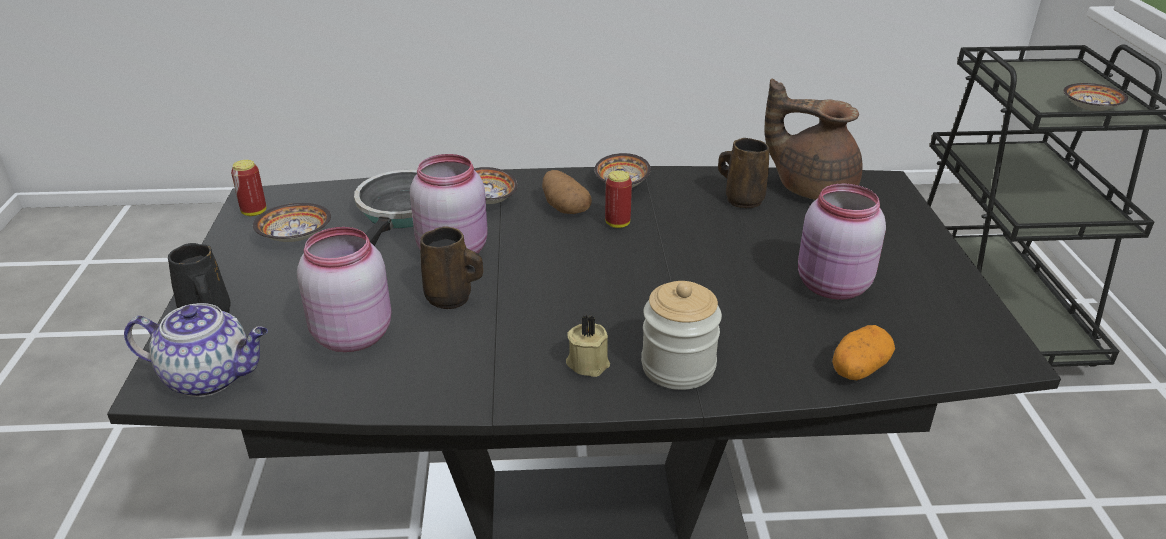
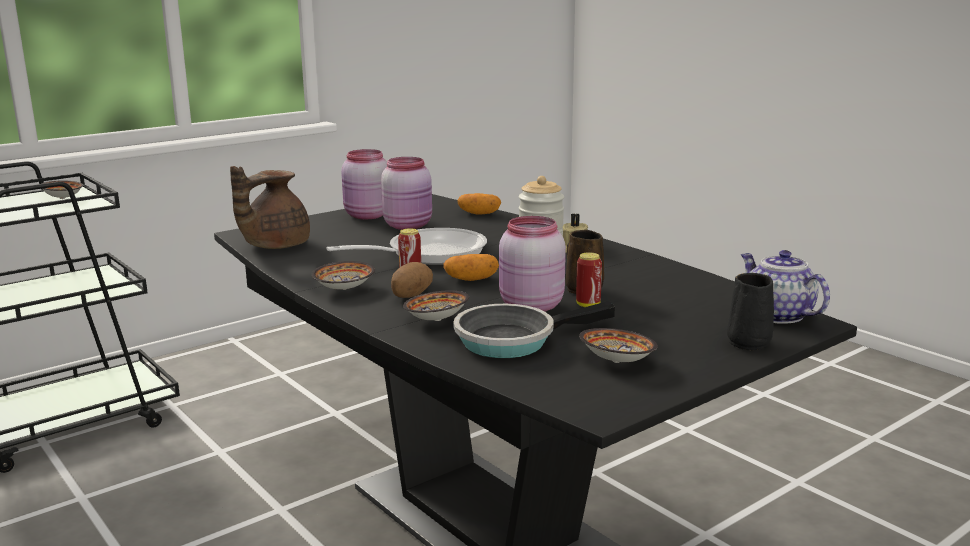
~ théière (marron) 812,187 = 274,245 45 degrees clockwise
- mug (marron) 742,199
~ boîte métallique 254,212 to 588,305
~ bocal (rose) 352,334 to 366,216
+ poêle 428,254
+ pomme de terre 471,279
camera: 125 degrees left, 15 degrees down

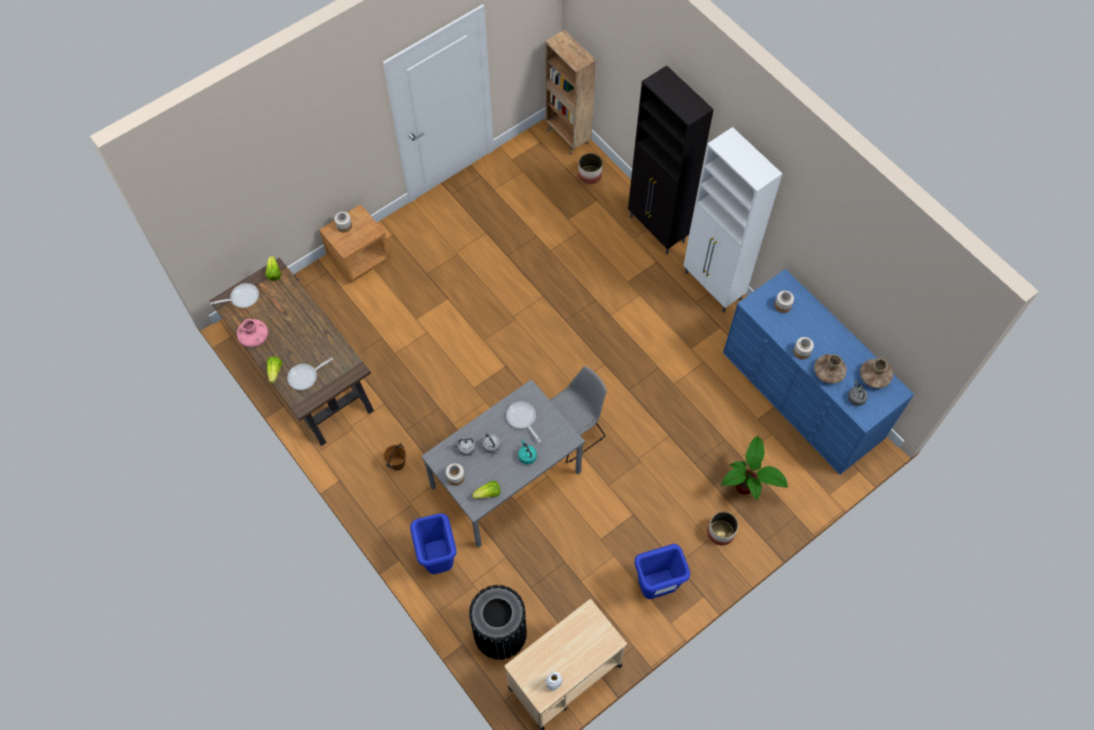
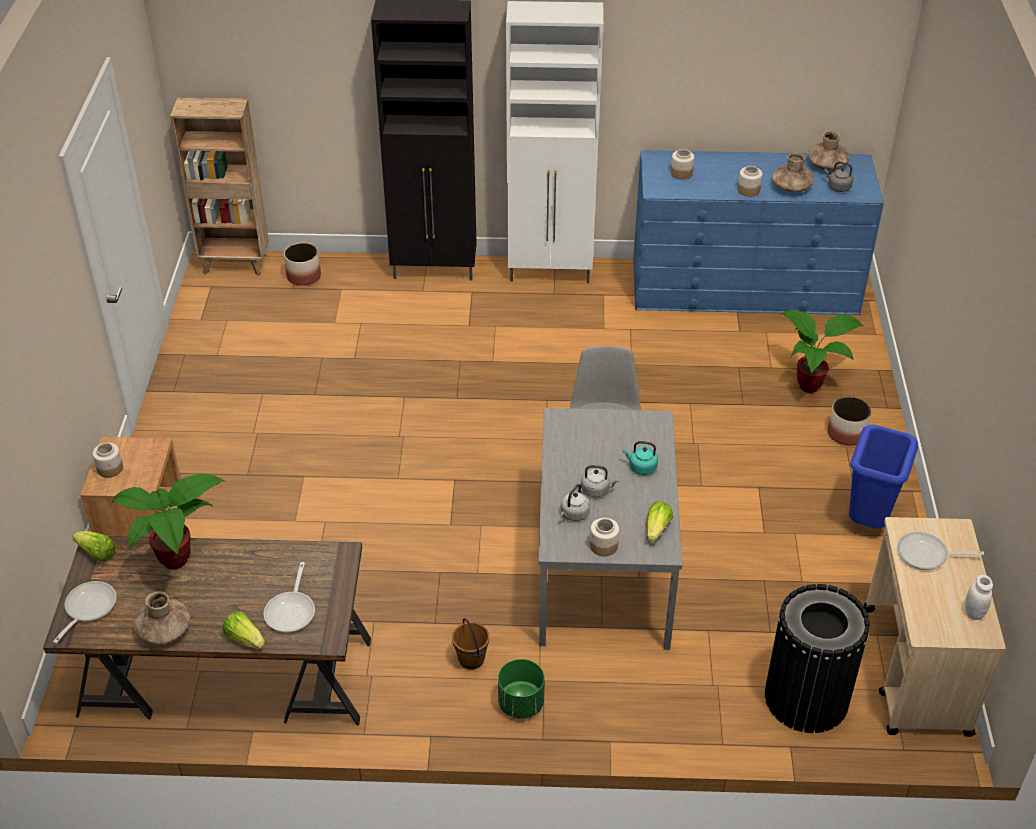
~ vase (rose) 254,337 to vase (marron) 164,630
~ poêle 522,419 to 927,555
- poubelle (bleu) 438,559
+ plante en pot 177,563
+ cache-pot (vert) 521,704
camera: 50 degrees left, 20 degrees down

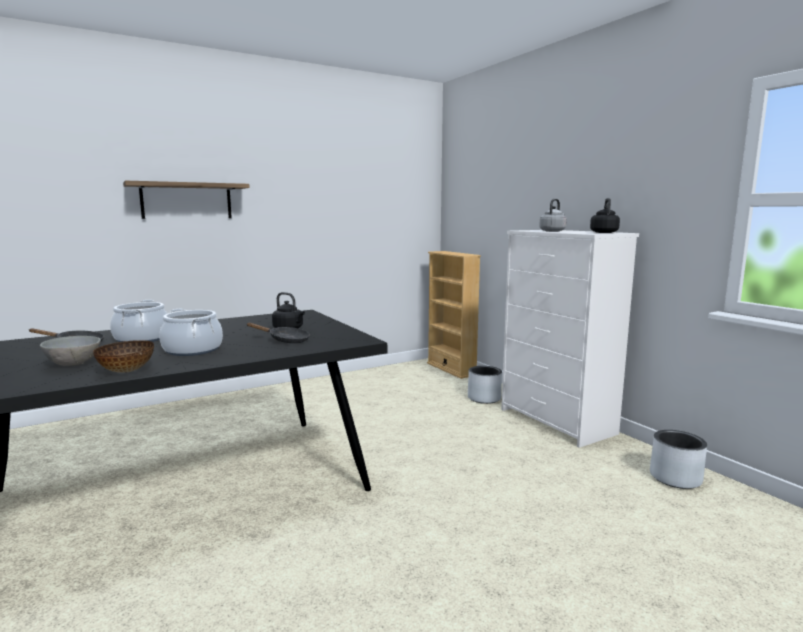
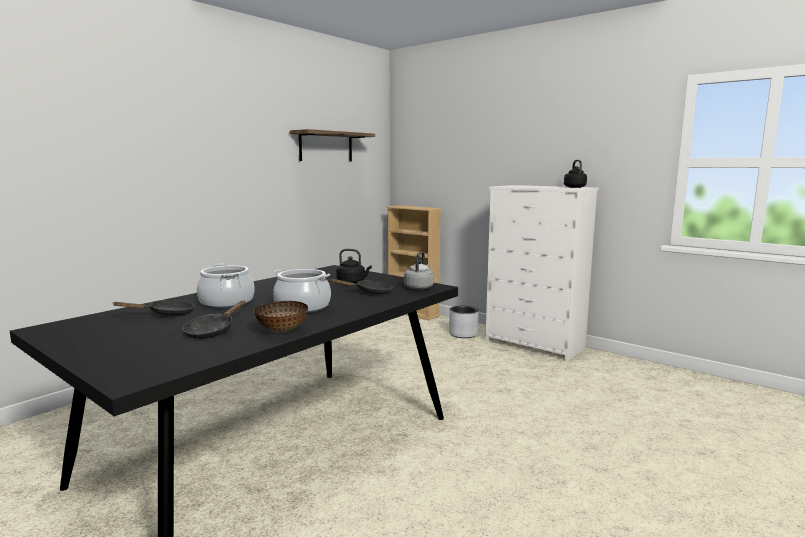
~ étagère 187,201 to 326,146
~ bouilloire (gris) 553,231 to 419,287
~ bol (gris) 74,364 to poêle (noir) 212,331
- cache-pot (gris) 675,478
camera: 20 degrees left, 0 degrees up

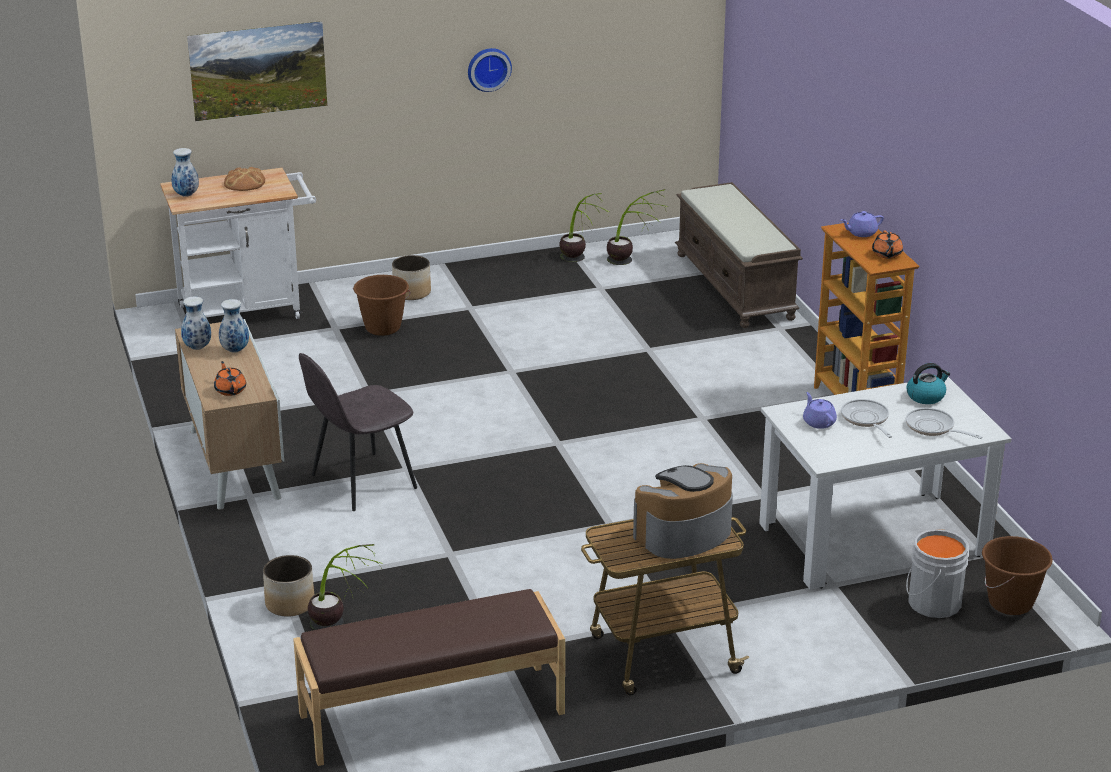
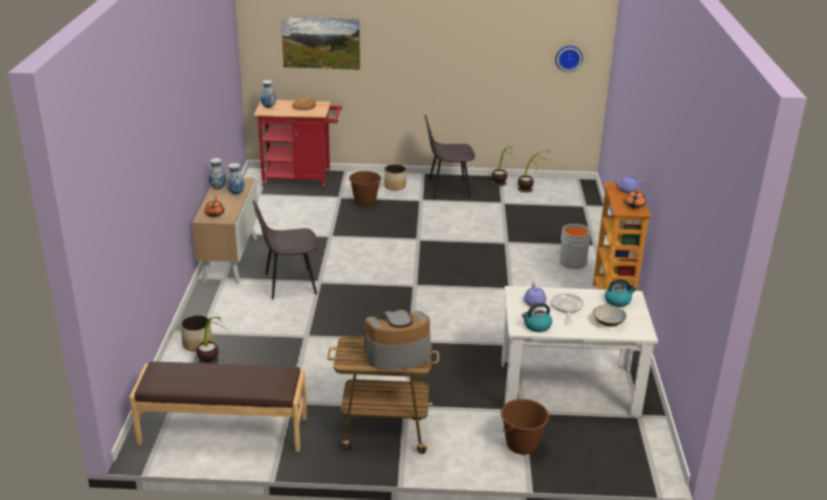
~ horloge murale 488,68 to 568,58
~ chariot (blanc) 247,310 to chariot (rouge) 301,179
- banc (marron) 736,286
~ poêle 933,428 to bol 608,322
~ seau (gris) 931,602 to 571,262
~ seau (marron) 1011,603 to 522,445
+ chaise (gris) 447,189
+ bouilloire 537,326
camera: 20 degrees right, 0 degrees up

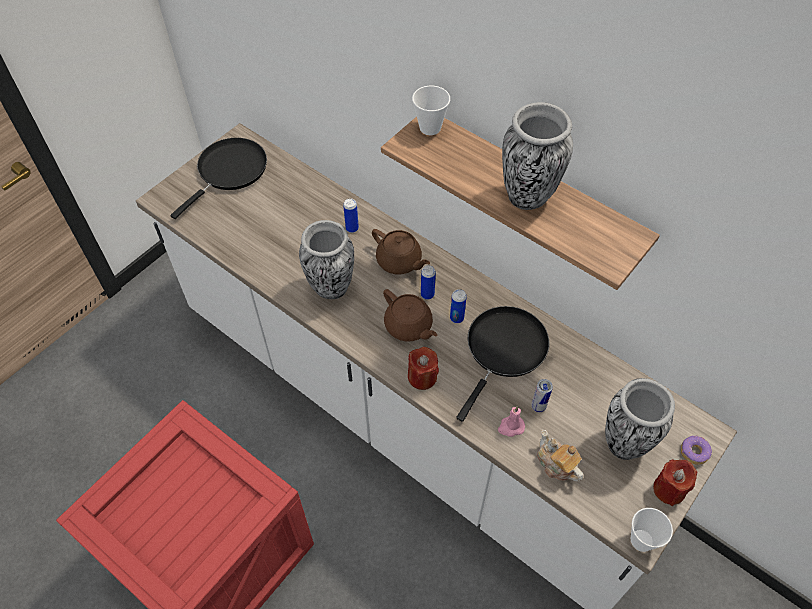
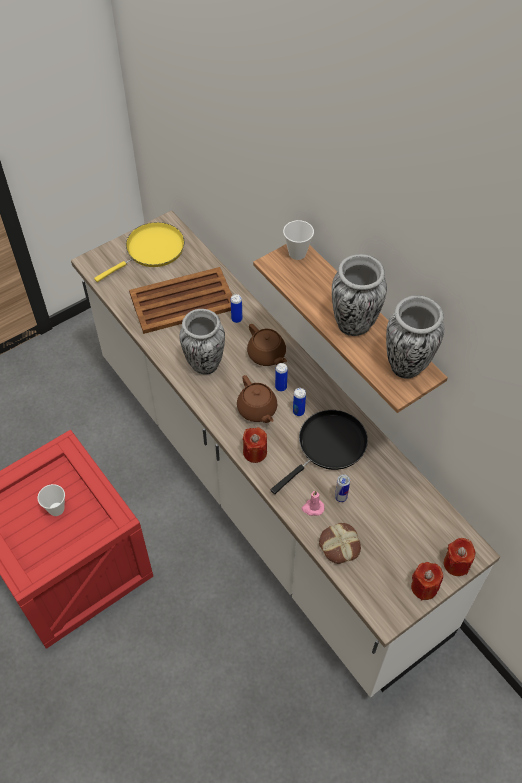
~ poêle (noir) 229,171 to poêle (jaune) 151,250
~ vase 624,443 to 406,366
~ théière 556,464 to pain 339,545
~ beignet 693,452 to bougie (rouge) 456,564
~ tasse 641,540 to 56,509
+ plateau (marron) 184,301
camera: 15 degrees right, 0 degrees up

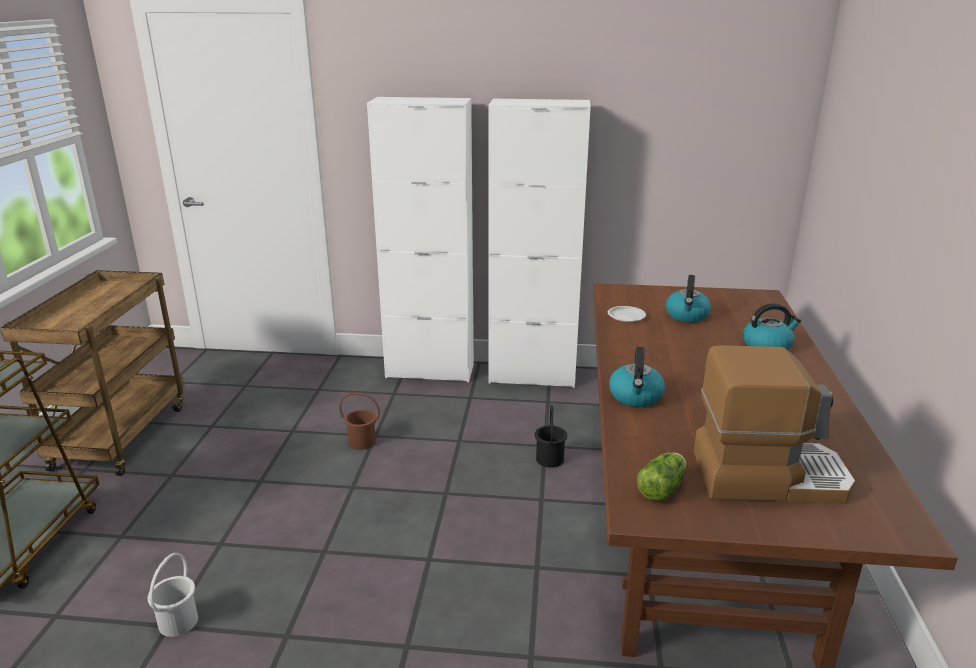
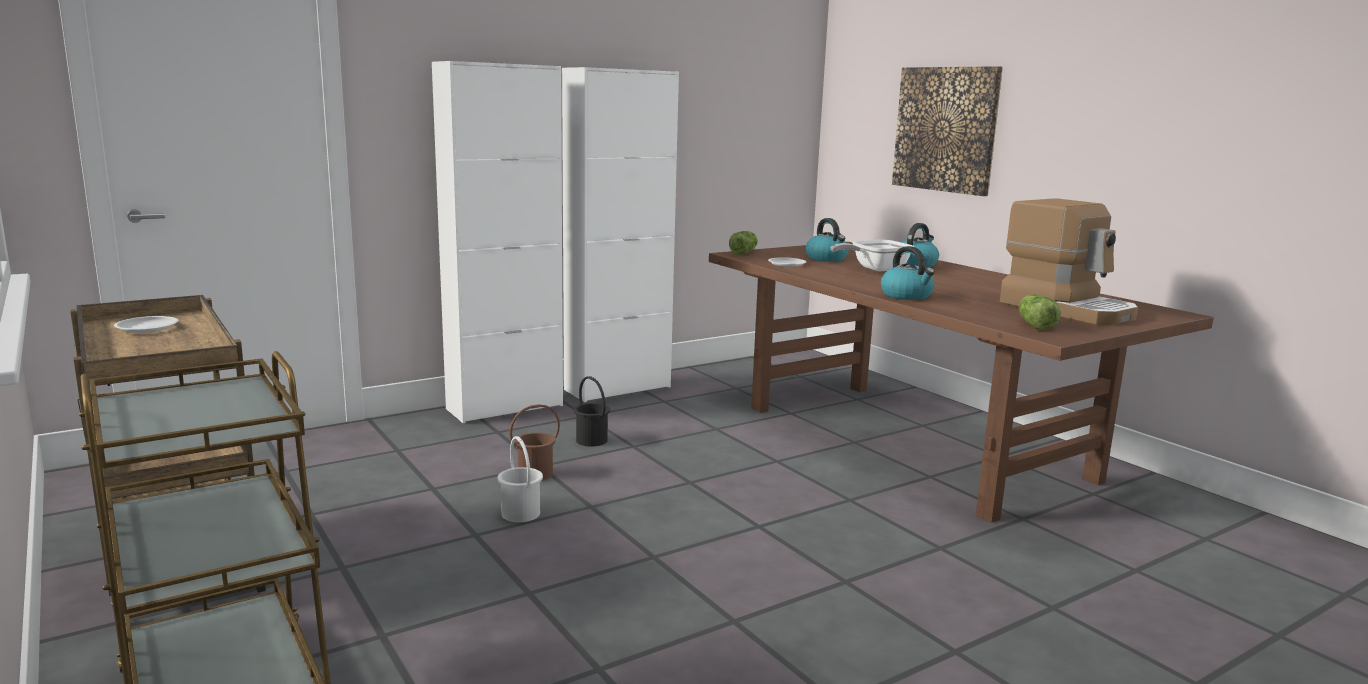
~ machine à café 768,475 = 1067,309 90 degrees clockwise
~ seau (noir) 550,459 to 592,440
~ seau (blanc) 177,622 to 520,514
+ tableau 946,129
+ laitue 744,252
+ poêle 874,269
+ assiette (blanc) 147,328
camera: 40 degrees left, 10 degrees down

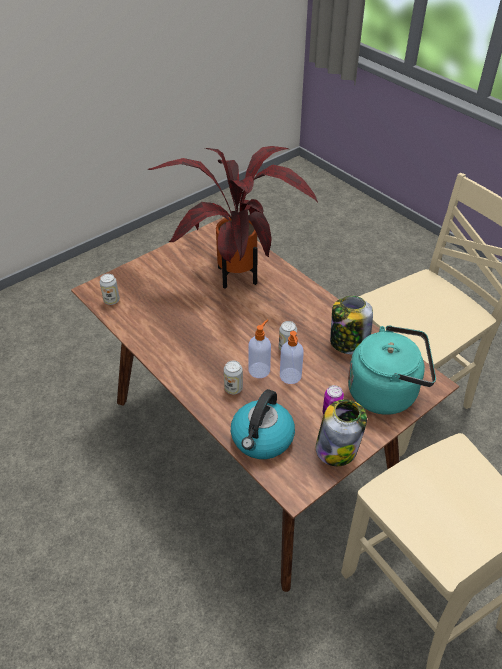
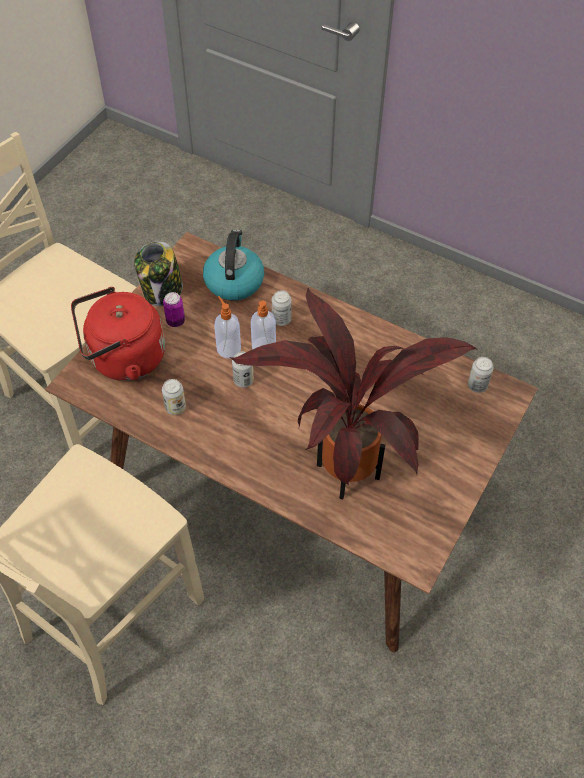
~ bocal 348,343 to boîte métallique 175,407
~ bouilloire (turquoise) 386,392 to bouilloire (rouge) 123,359
camera: 160 degrees right, 10 degrees up

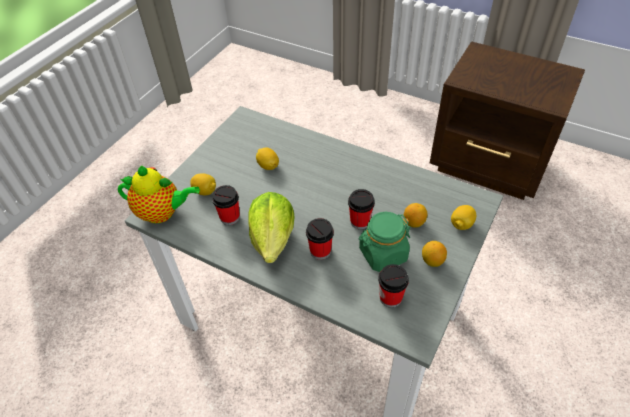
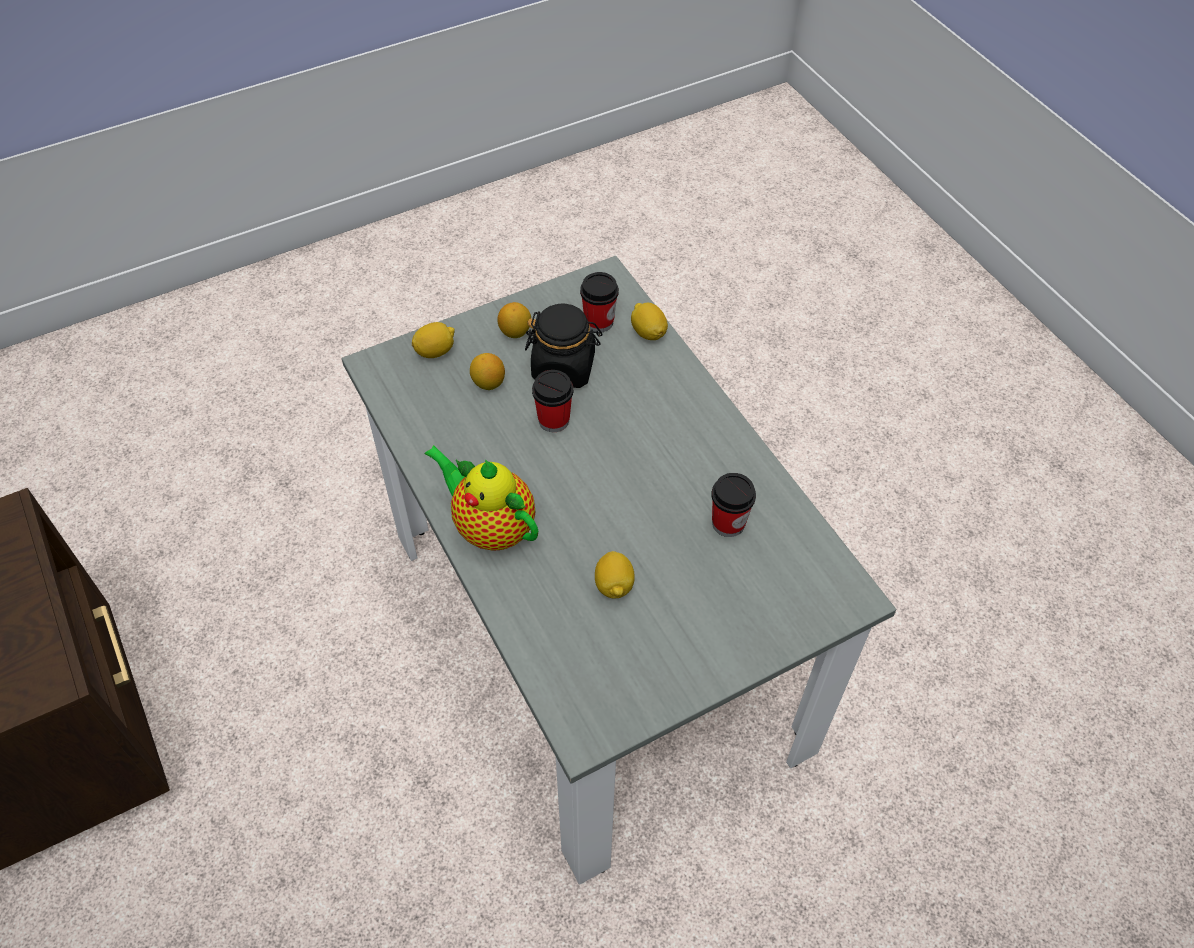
~ théière 162,213 to 490,526
~ citron 205,191 to 648,332
- laitue 273,239
~ bocal (vert) 383,254 to bocal (noir) 564,367
- tasse 320,251
camera: 150 degrees left, 5 degrees up

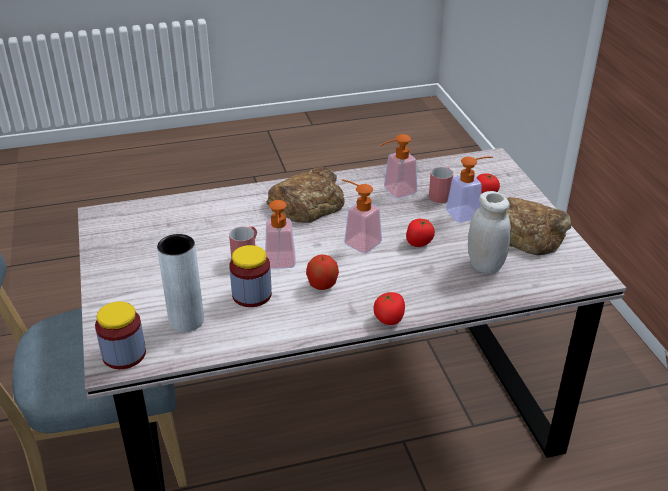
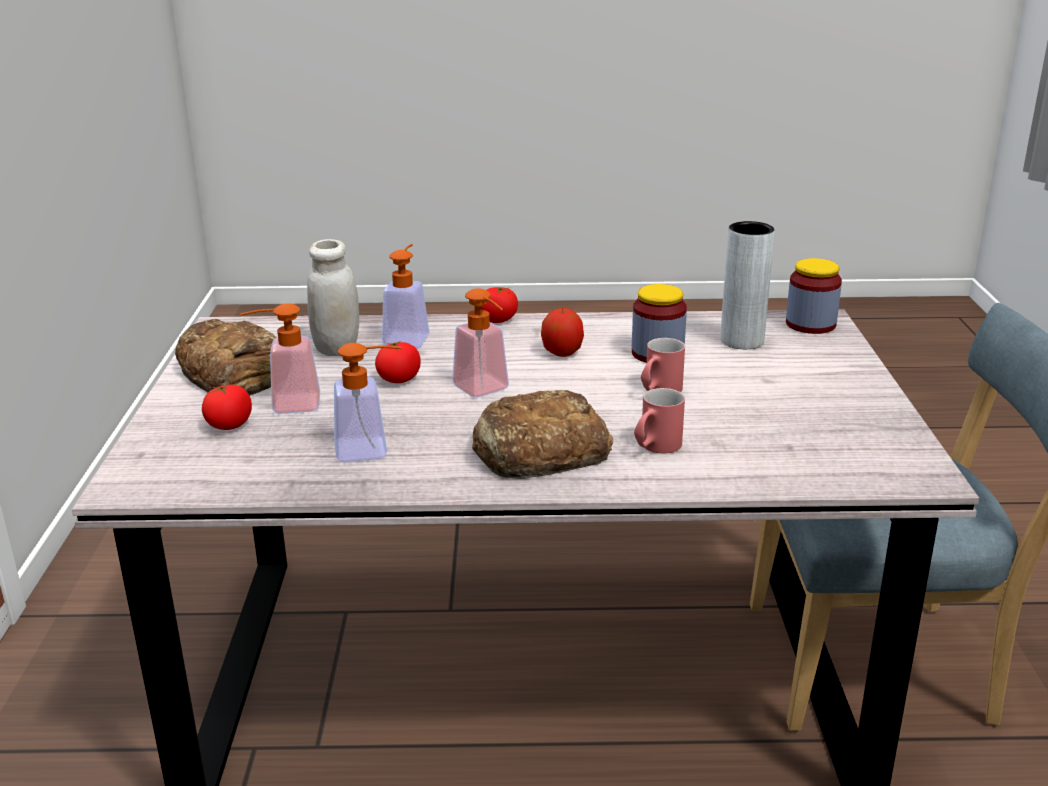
~ mug (rouge) 441,194 to 655,448
~ distributeur de savon 280,265 to 408,337
camera: 165 degrees left, 10 degrees down

